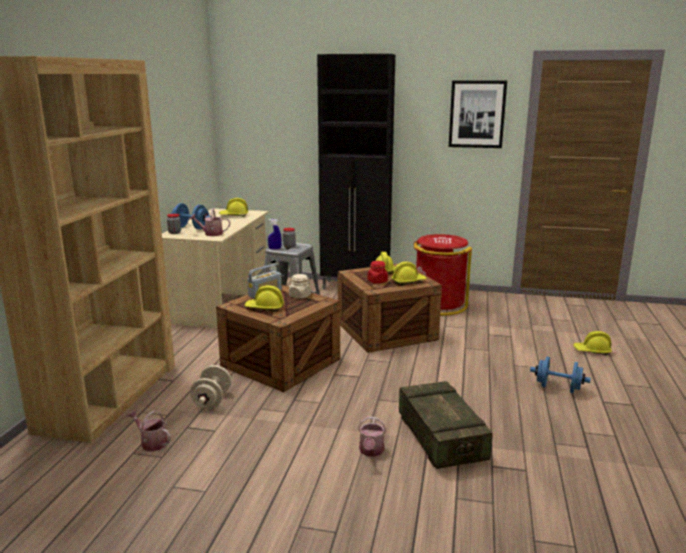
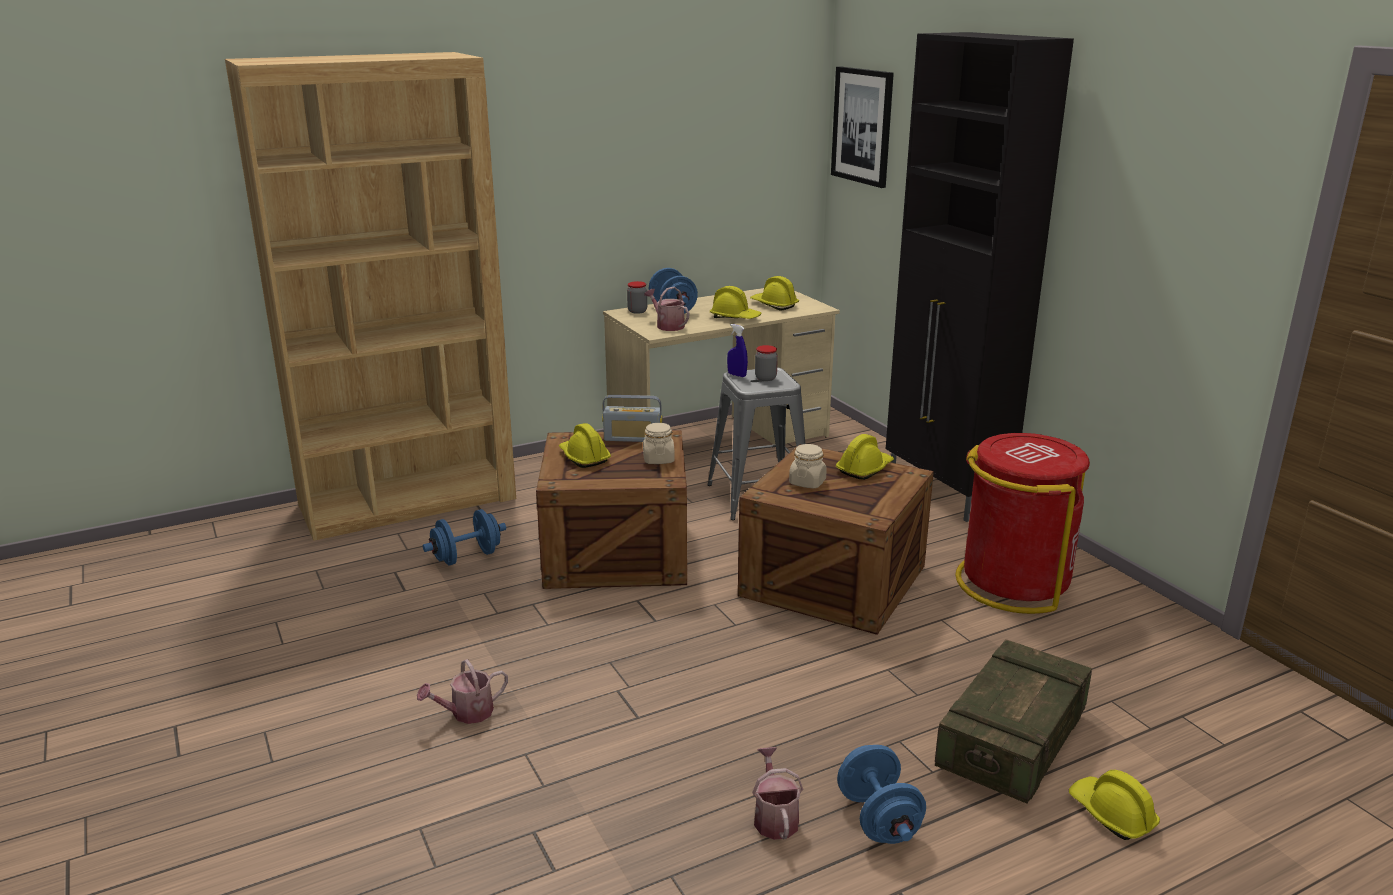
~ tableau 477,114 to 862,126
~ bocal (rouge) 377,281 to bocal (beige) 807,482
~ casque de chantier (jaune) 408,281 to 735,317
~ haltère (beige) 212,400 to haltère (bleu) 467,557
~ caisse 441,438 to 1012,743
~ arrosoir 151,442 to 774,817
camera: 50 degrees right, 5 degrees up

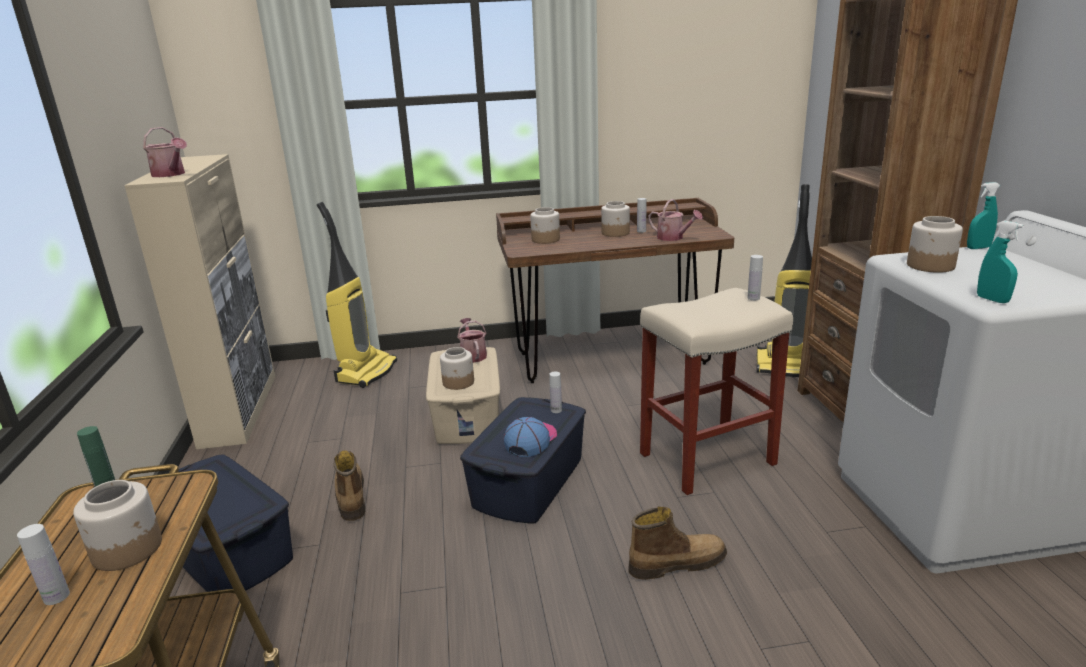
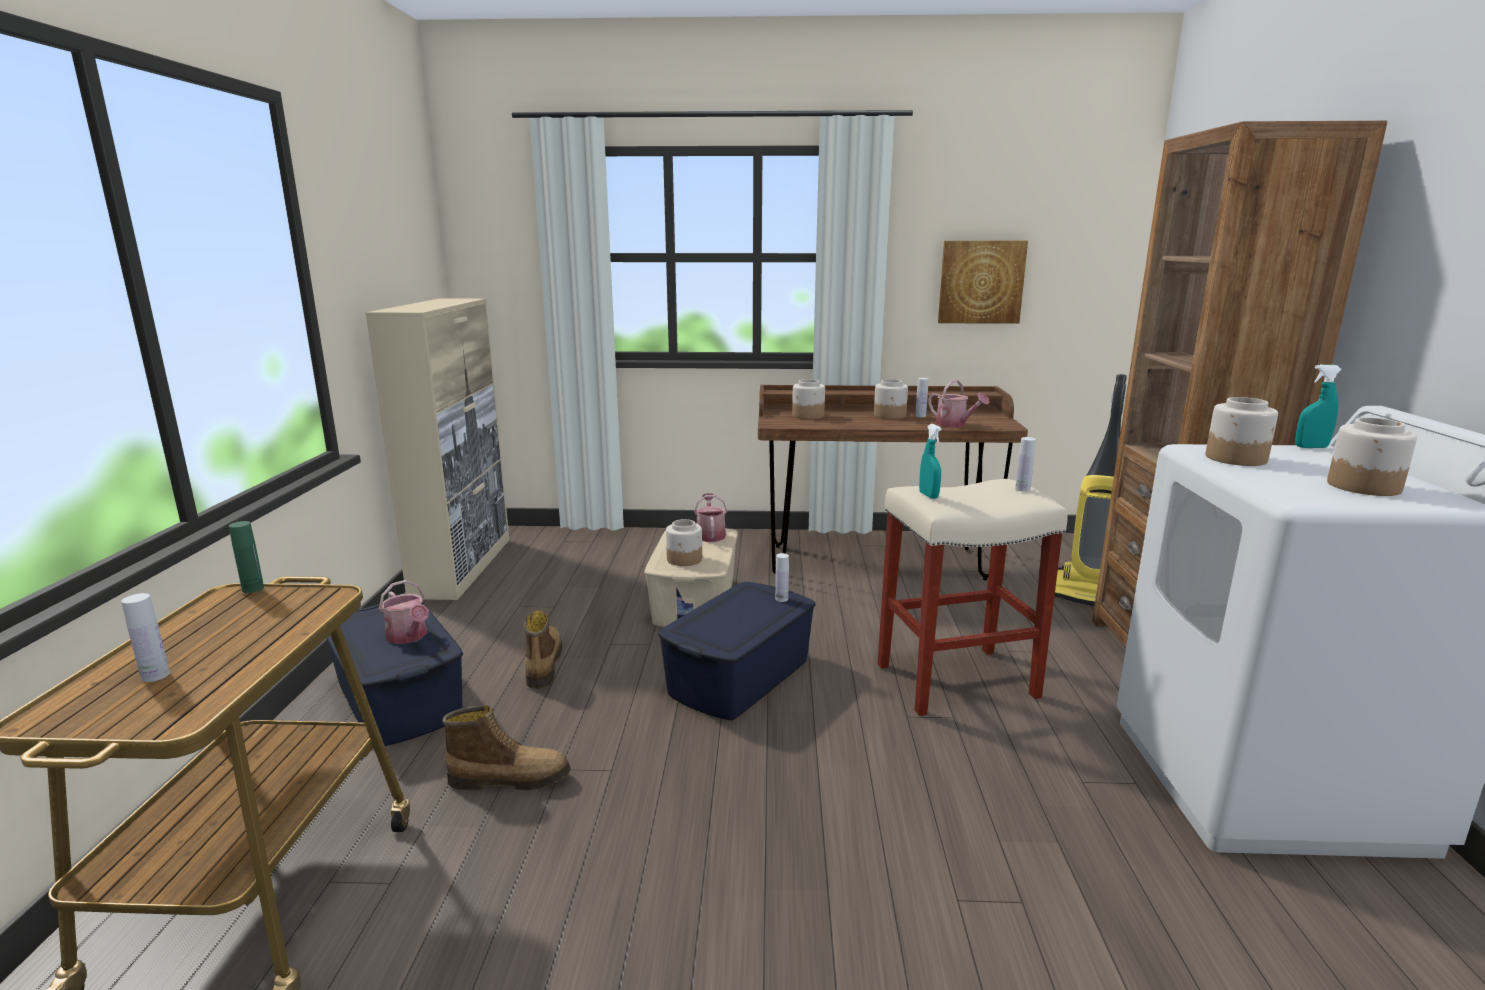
~ arrosoir 171,174 to 409,637
- aspirateur 366,372
~ vaporisateur (turquoise) 992,300 to 928,495
- casquette 530,440
~ bocal 128,549 to 1364,487
~ botte 676,563 to 510,778
+ tableau 981,282
camera: 10 degrees right, 5 degrees down

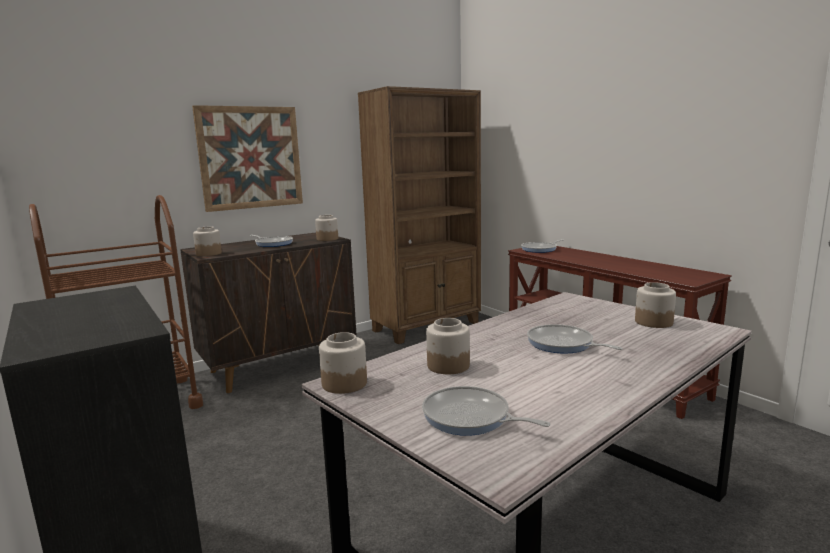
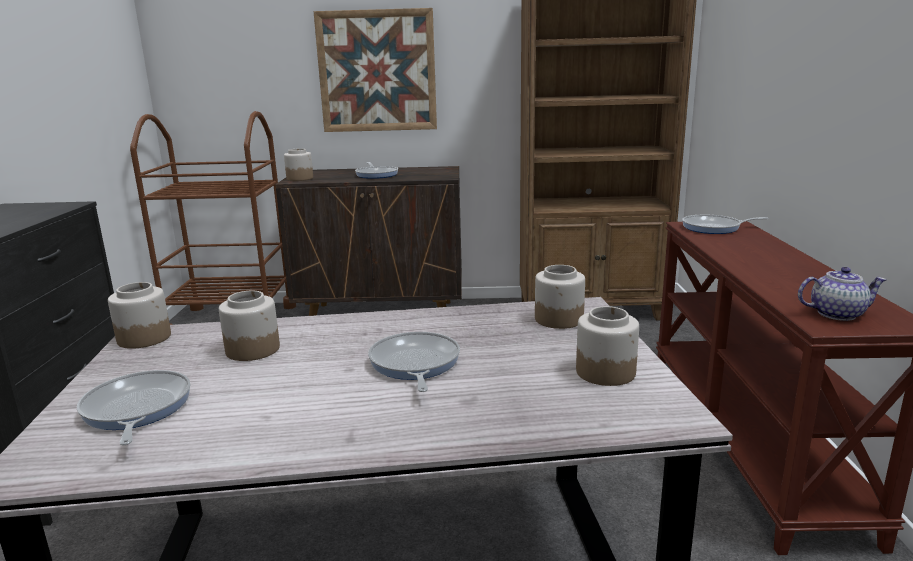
~ bocal 327,239 to 559,319
+ théière 837,314
camera: 35 degrees right, 5 degrees up

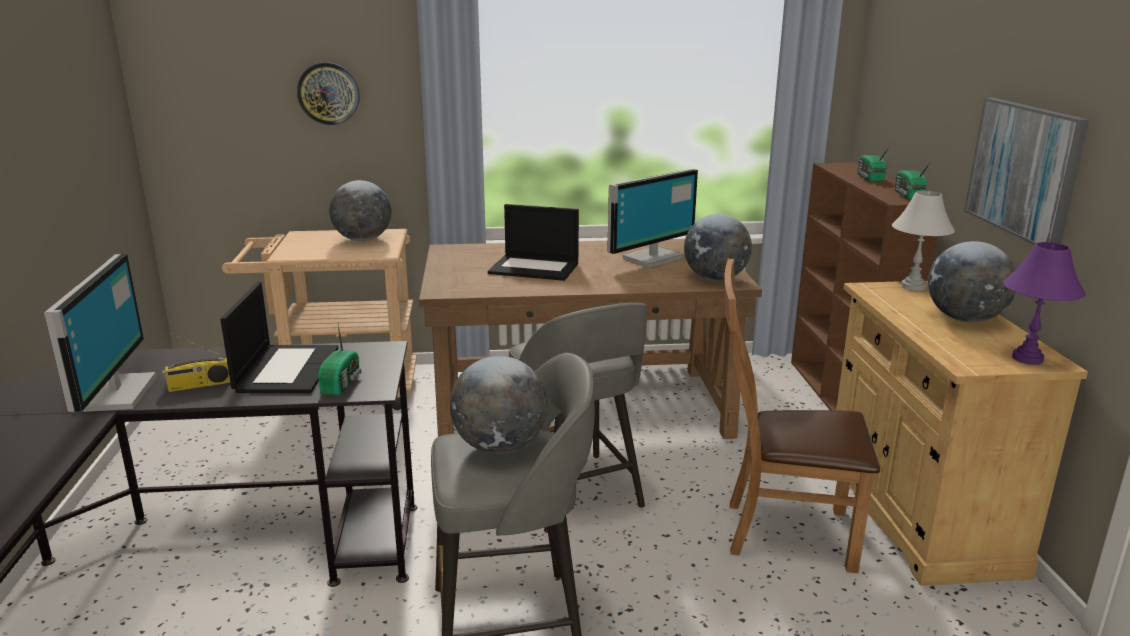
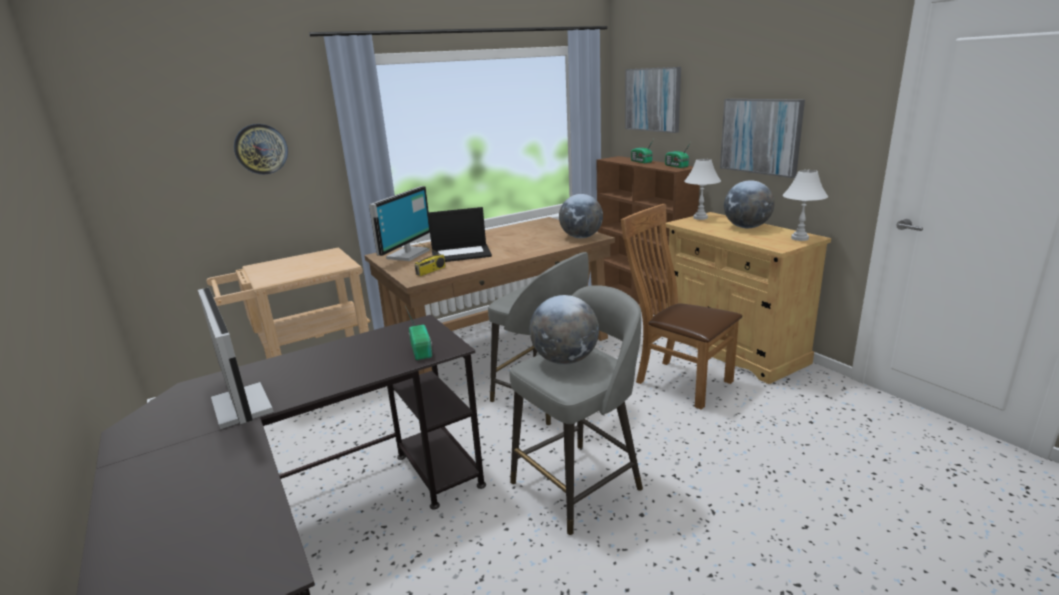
~ écran d'ordinateur 651,257 to 406,254
- globe 363,240
~ lampe de table (violet) 1028,358 to lampe de table (blanc) 800,238
~ chaise (marron) 780,532 = 678,380 60 degrees clockwise
- ordinateur portable 286,369
~ radio 198,385 to 431,271
+ tableau 653,99
camera: 25 degrees left, 0 degrees up

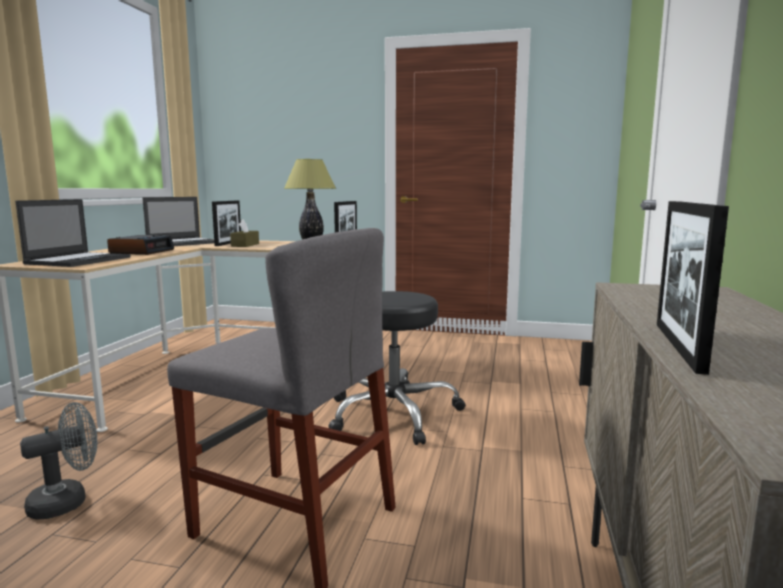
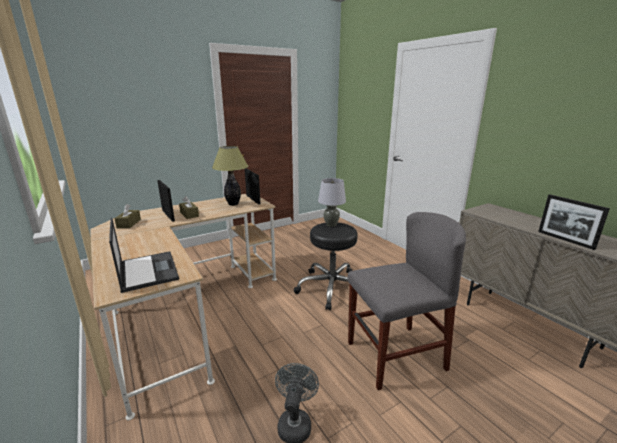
~ ordinateur portable 184,243 to boîte à mouchoirs (marron) 129,224
- réveil 142,251
+ lampe de table (gris) 331,225
camera: 45 degrees left, 10 degrees up

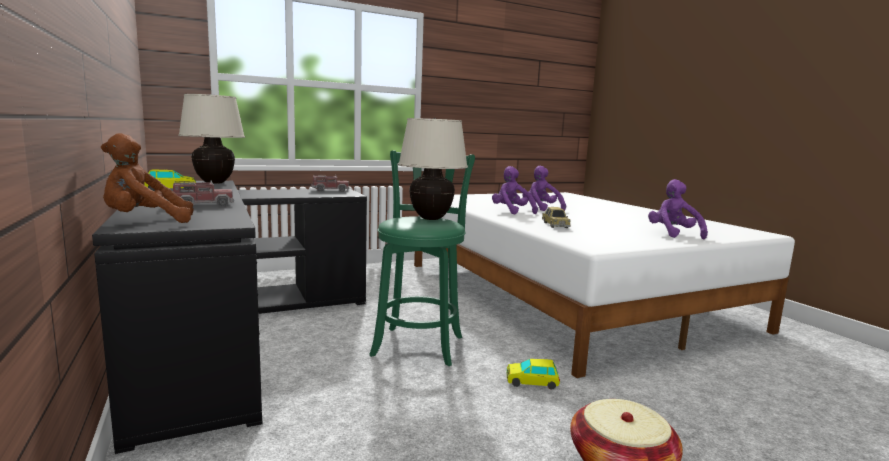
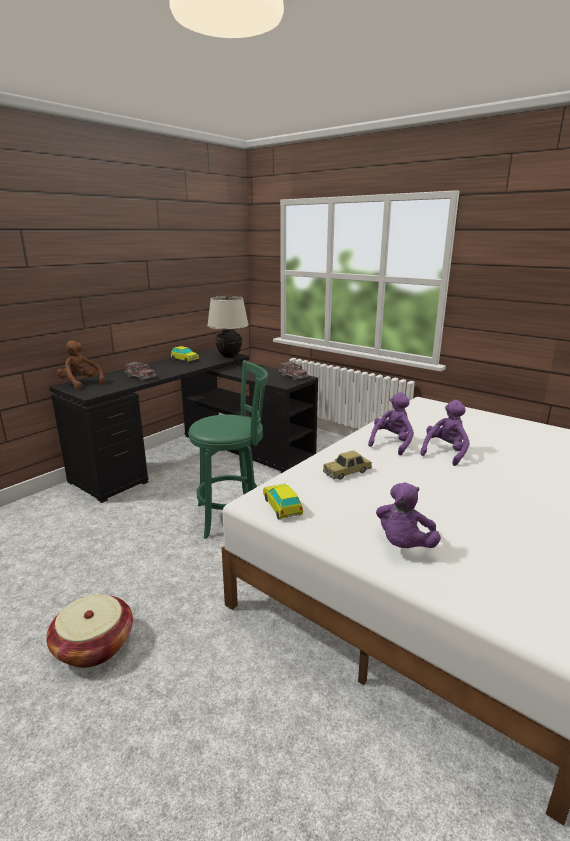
- lampe de table (beige) 430,218
~ peluche (violet) 673,234 = 404,545 150 degrees clockwise
~ petite voiture 531,382 to 282,507
camera: 65 degrees right, 10 degrees up

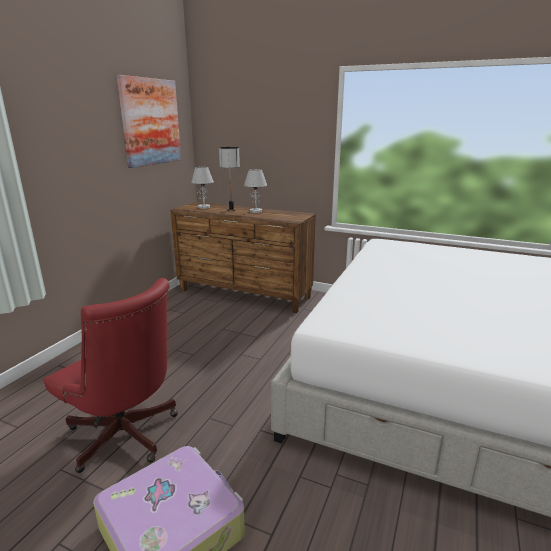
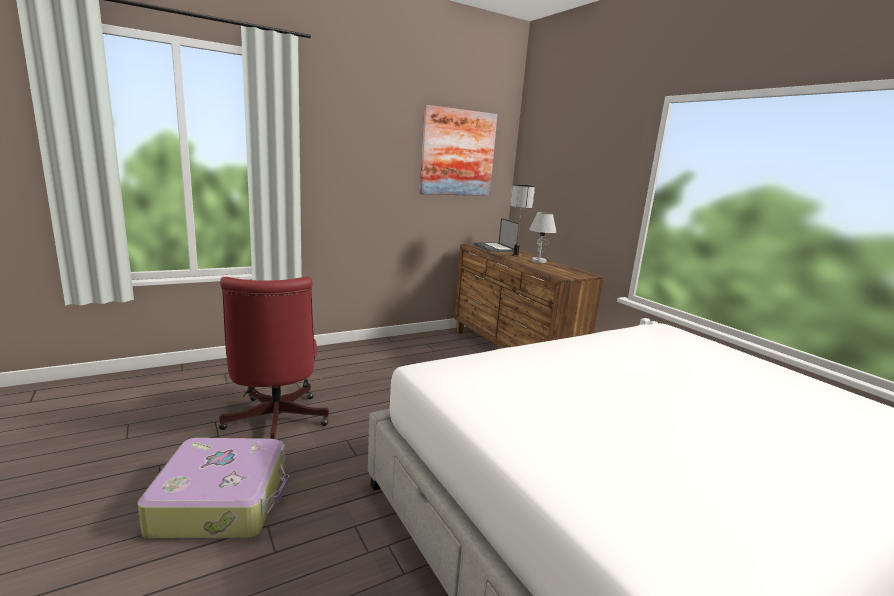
~ lampe de table (blanc) 204,207 to ordinateur portable 495,248
camera: 35 degrees right, 5 degrees down

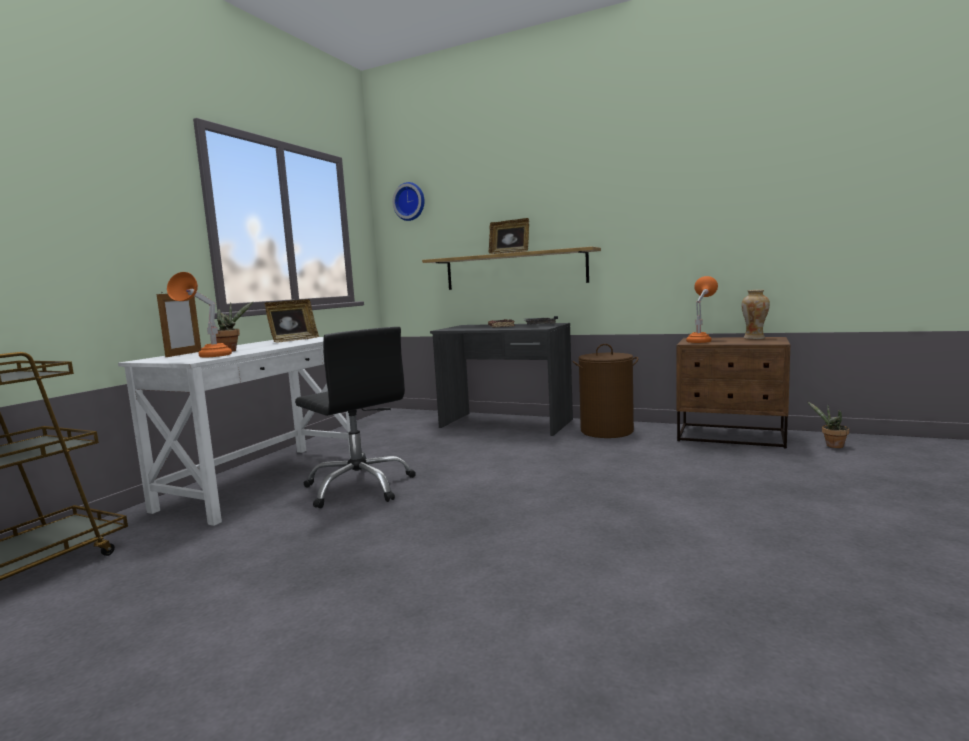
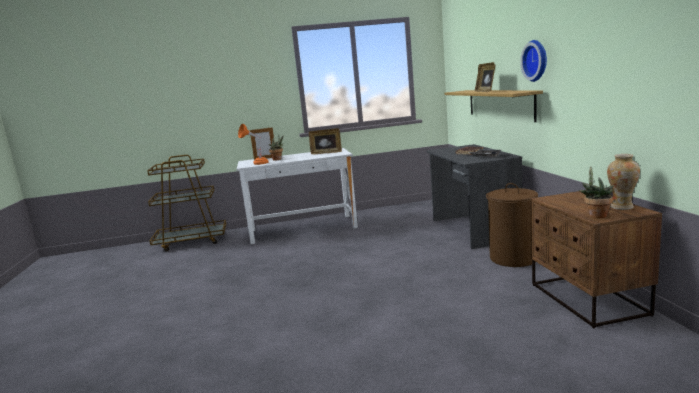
~ horloge murale 410,202 to 537,60
- lampe de table (orange) 701,341
- chaise de bureau (noir) 360,487
~ plante en pot 832,446 to 595,215
camera: 55 degrees right, 5 degrees up

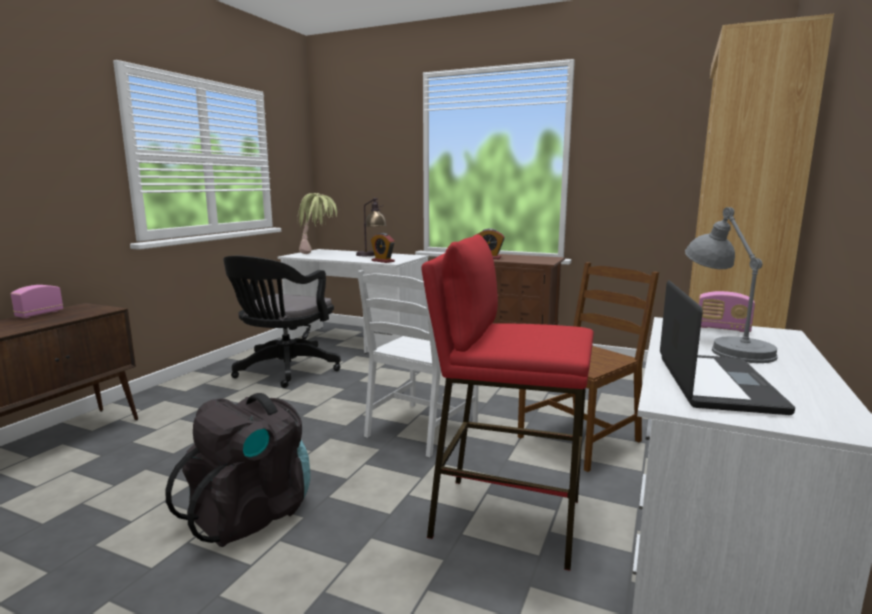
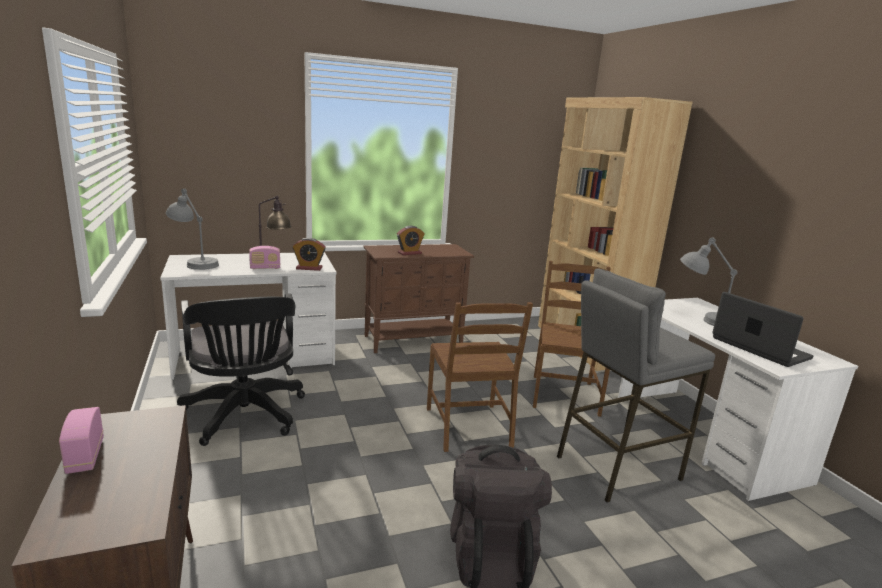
~ plante en pot 319,252 to lampe de table (gris) 194,262
~ tabouret (rouge) 505,518 to tabouret (gris) 616,467
~ chaise (blanc) 421,429 to chaise (marron) 469,427
~ radio 722,329 to 265,268
camera: 45 degrees left, 5 degrees up

